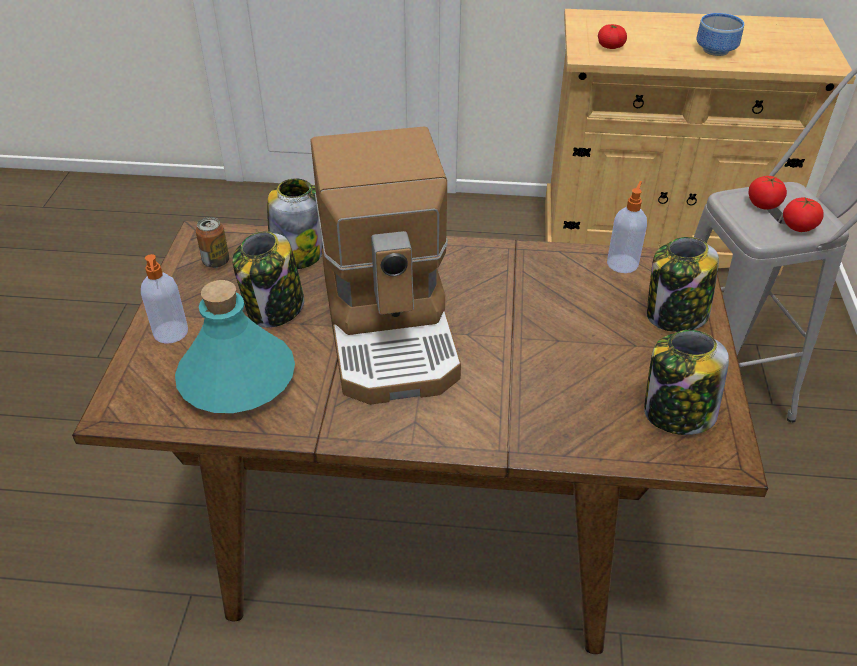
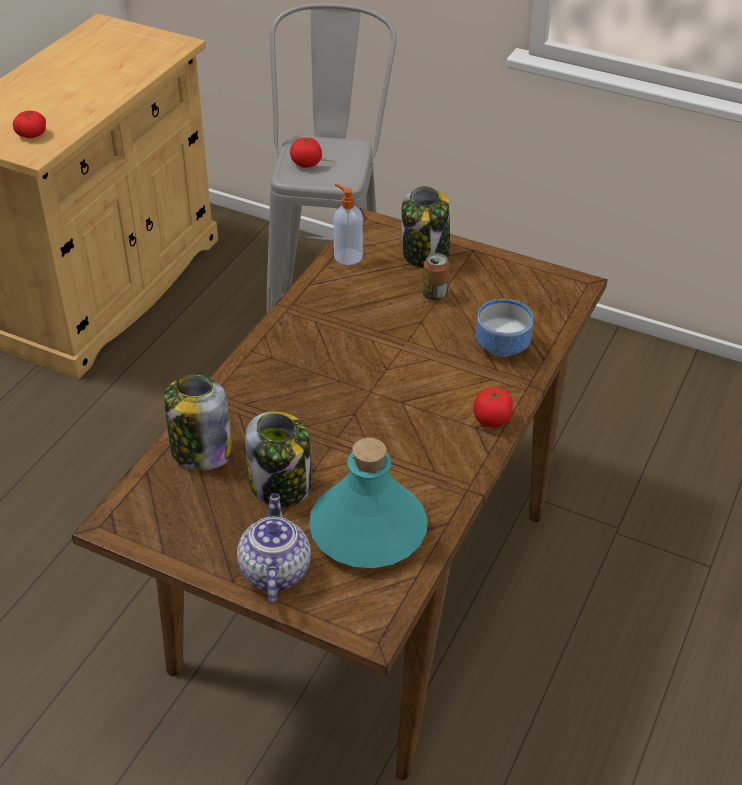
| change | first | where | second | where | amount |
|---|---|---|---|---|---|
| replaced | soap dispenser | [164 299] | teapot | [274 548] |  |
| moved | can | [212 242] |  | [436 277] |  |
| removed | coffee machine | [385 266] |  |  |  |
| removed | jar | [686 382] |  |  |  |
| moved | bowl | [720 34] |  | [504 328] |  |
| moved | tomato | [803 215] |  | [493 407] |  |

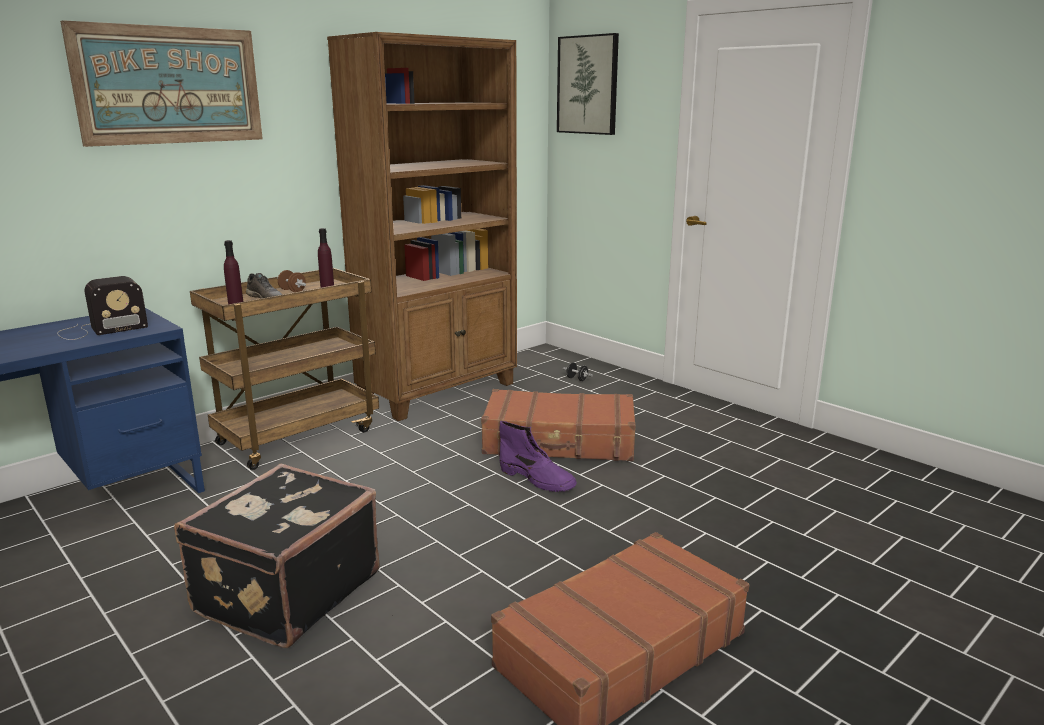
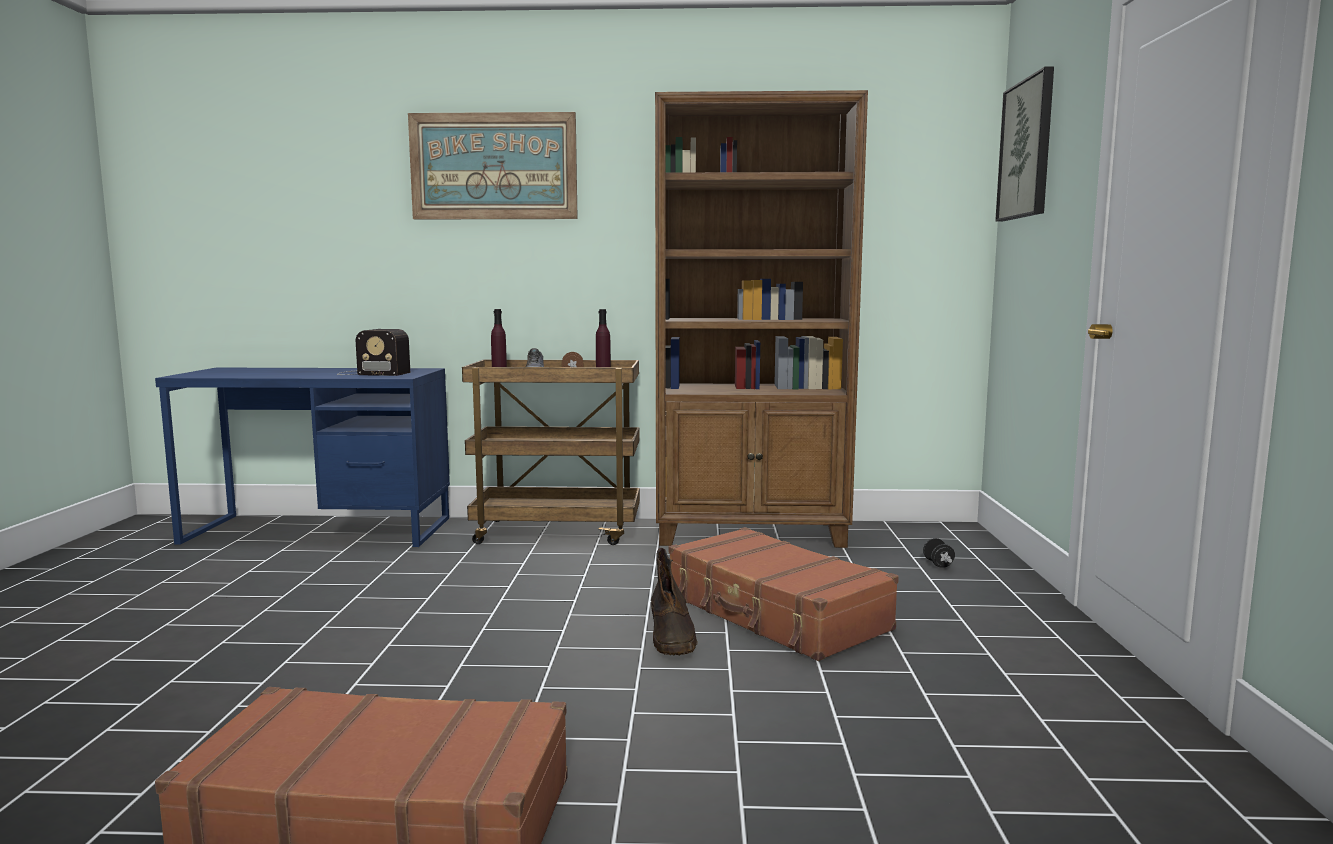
| change | first | where | second | where | amount |
|---|---|---|---|---|---|
| removed | black suitcase | [277 556] |  |  |  |
| recoloured | purple boot | [538 456] | brown boot | [674 601] |  |

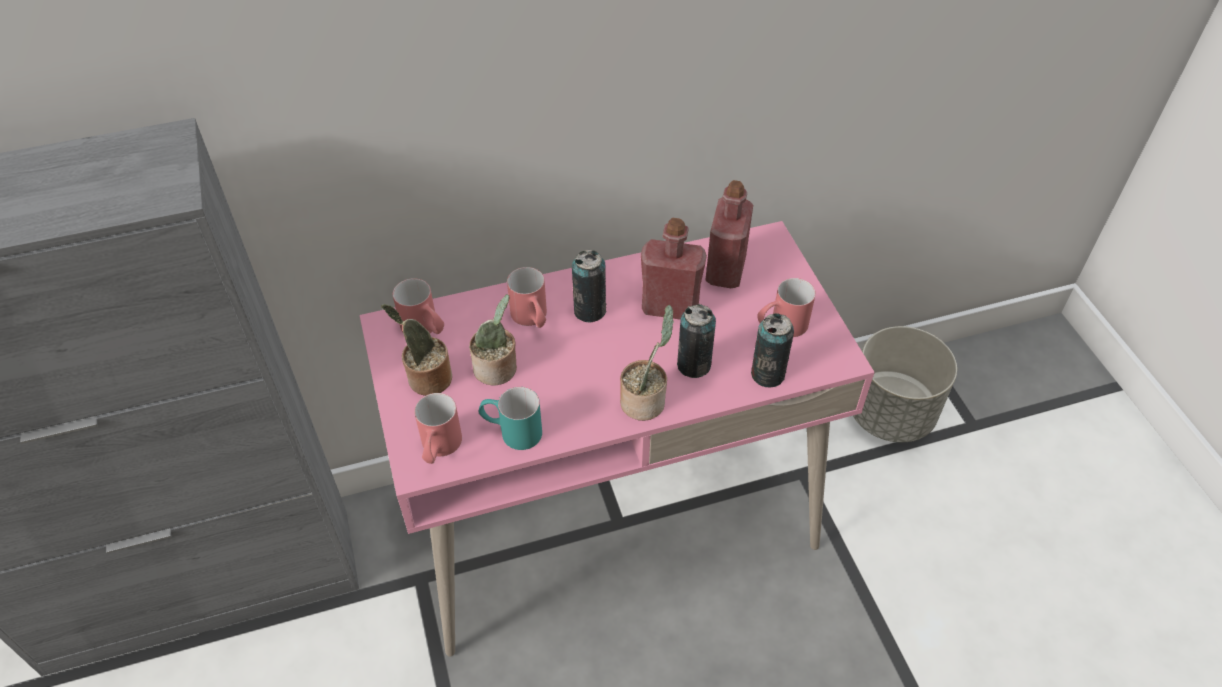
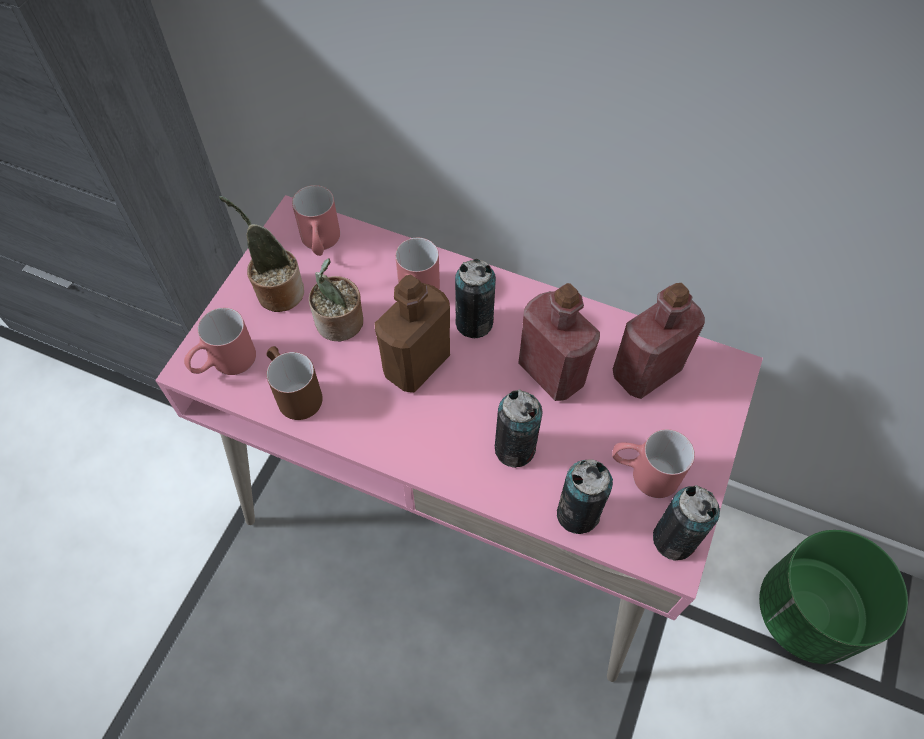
| change | first | where | second | where | amount |
|---|---|---|---|---|---|
| recoloured | turquoise mug | [510 418] | brown mug | [294 383] |  |
| removed | potted plant | [647 363] |  |  |  |
| recoloured | grey planter | [905 384] | green planter | [833 597] |  |
| added |  |  | brown bottle | [412 333] |  |
| added |  |  | can | [686 523] |  |

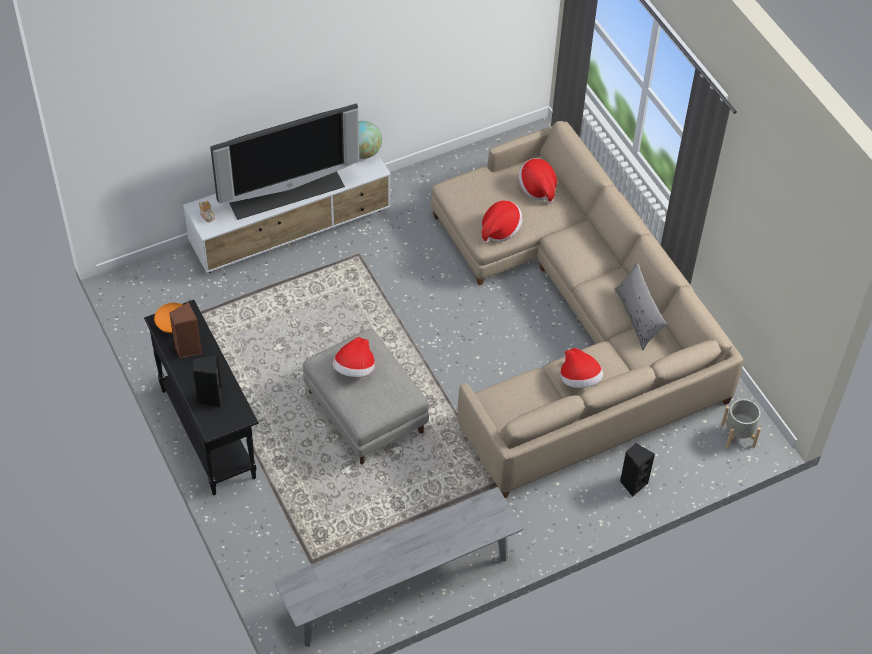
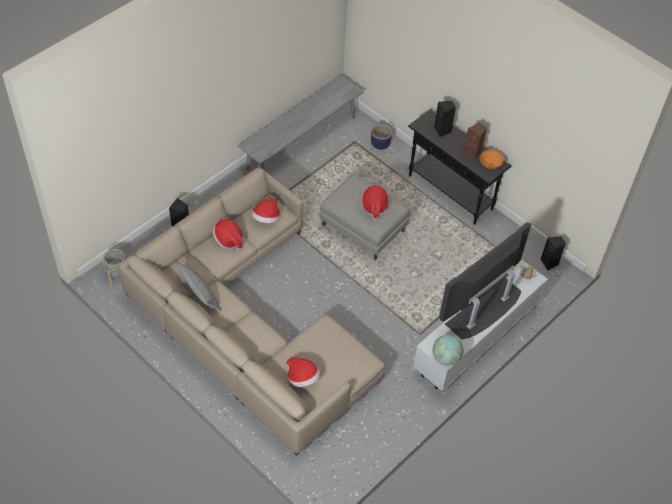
| change | first | where | second | where | amount |
|---|---|---|---|---|---|
| moved | hat | [502 222] |  | [265 210] |  |
| added |  |  | planter | [381 137] |  |
| added |  |  | black speaker | [553 253] |  |

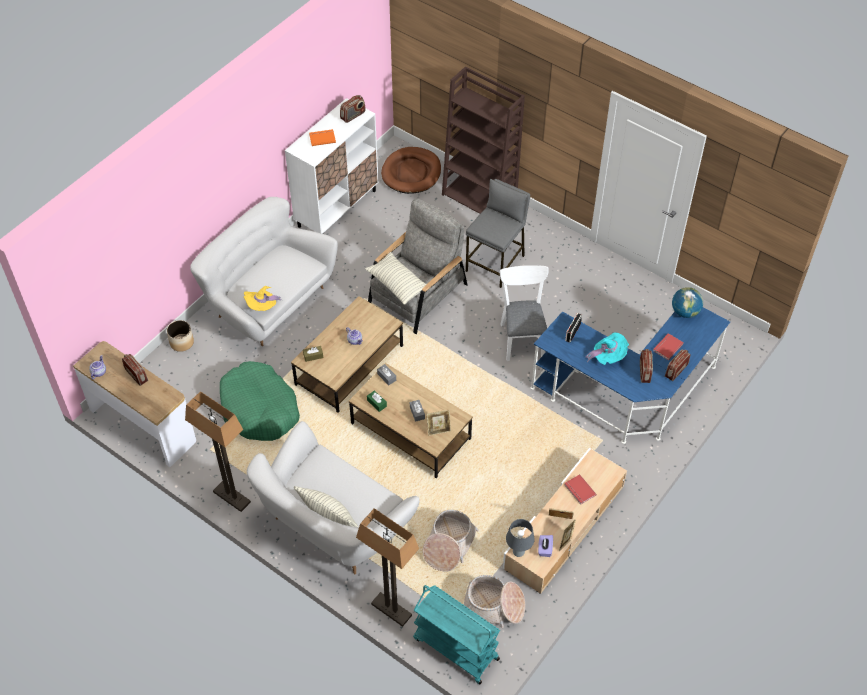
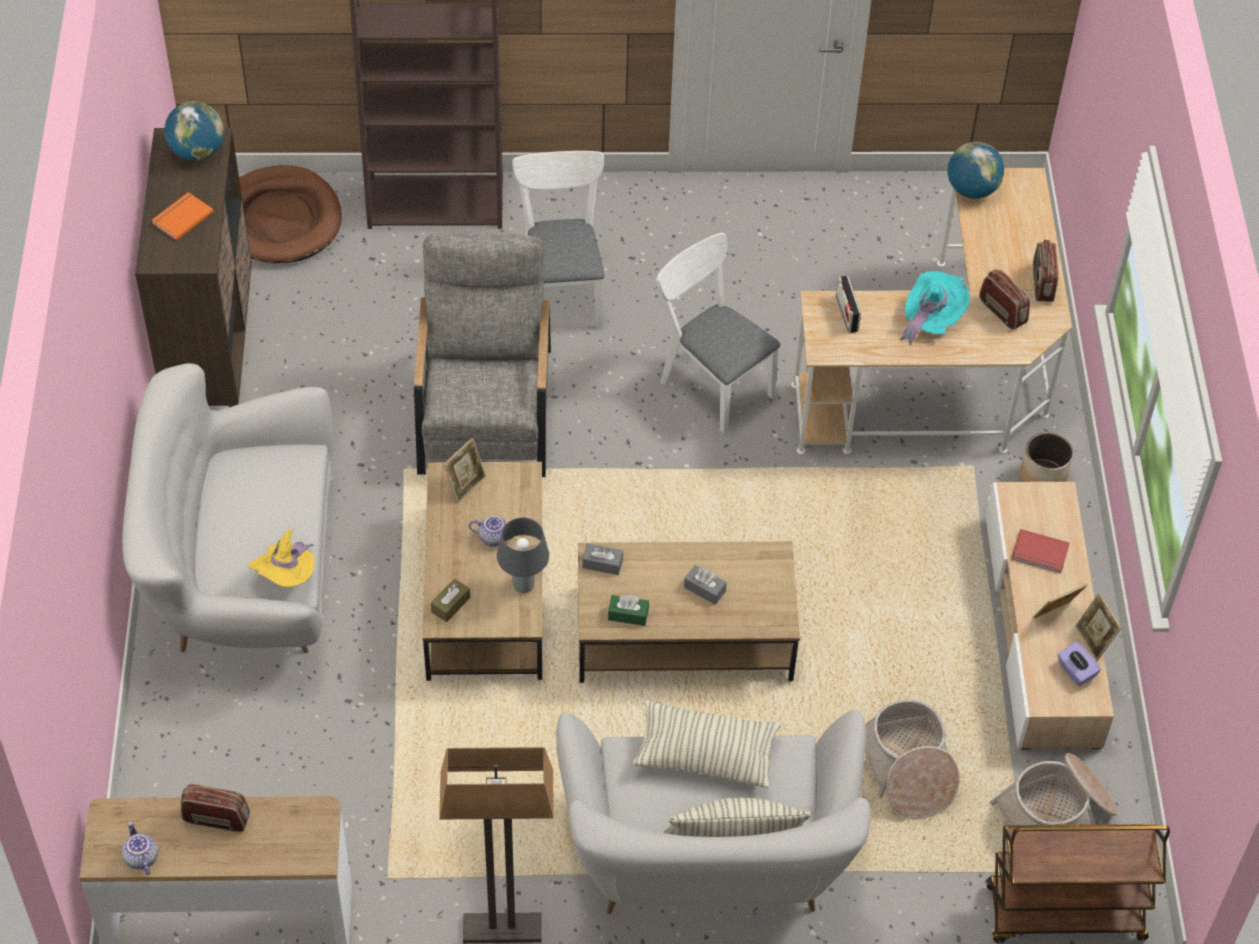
| change | first | where | second | where | amount |
|---|---|---|---|---|---|
| moved | planter | [180 336] |  | [1046 457] |  |
| removed | green dog bed | [260 401] |  |  |  |
| recoloured | white cabinet | [332 166] | brown cabinet | [193 267] |  |
| replaced | radio | [353 109] | globe | [194 131] |  |
| removed | floor lamp | [387 567] |  |  |  |
| moved | pillow | [396 278] |  | [707 744] |  |
| recoloured | turquoise cart | [456 634] | brown cart | [1078 883] |  |
| moved | picture frame | [439 423] |  | [464 470] |  |
| replaced | grey stool | [498 233] | white chair | [558 240] |  |
| moved | grey table lamp | [520 538] |  | [523 555] |  |
| recoloured | blue desk | [630 375] | beige desk | [931 311] |  |
| removed | red book | [668 346] |  |  |  |

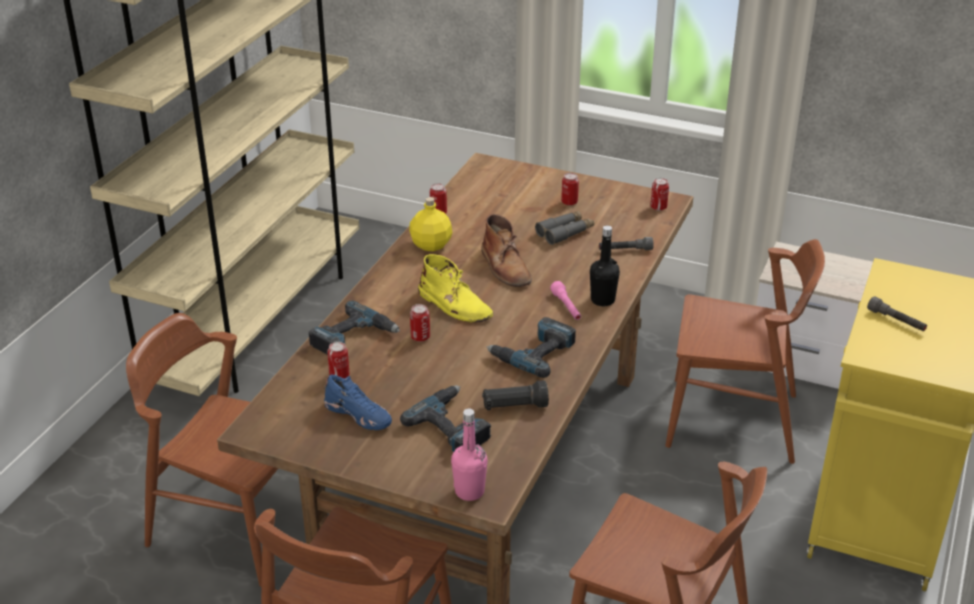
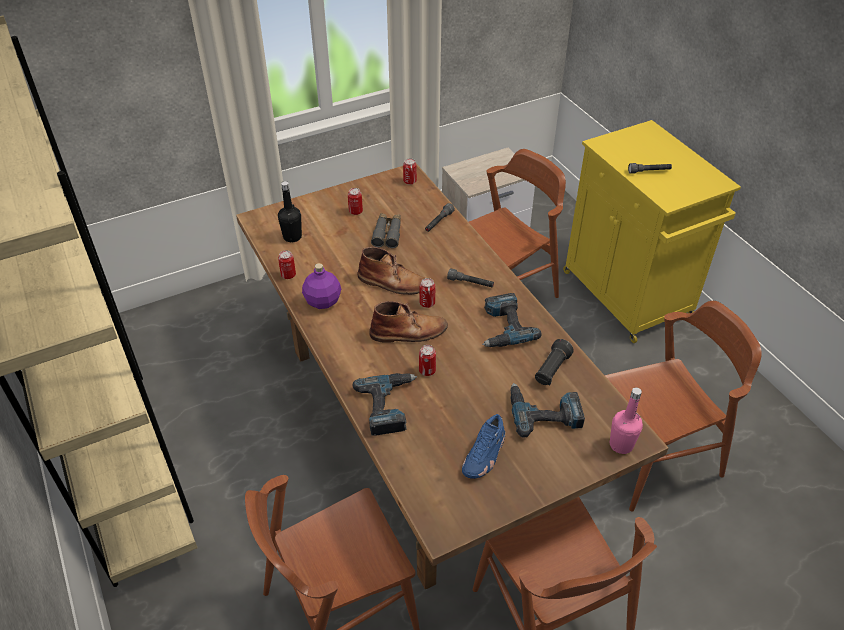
| change | first | where | second | where | amount |
|---|---|---|---|---|---|
| turned | blue shoe | [358 402] |  | [483 446] | 135 degrees clockwise |
| moved | can | [338 360] |  | [427 293] |  |
| recoloured | yellow bottle | [430 224] | purple bottle | [321 286] |  |
| recoloured | yellow boot | [455 288] | brown boot | [408 321] |  |
| recoloured | pink flashlight | [565 300] | grey flashlight | [470 277] |  |
| moved | black bottle | [605 265] |  | [290 211] |  |

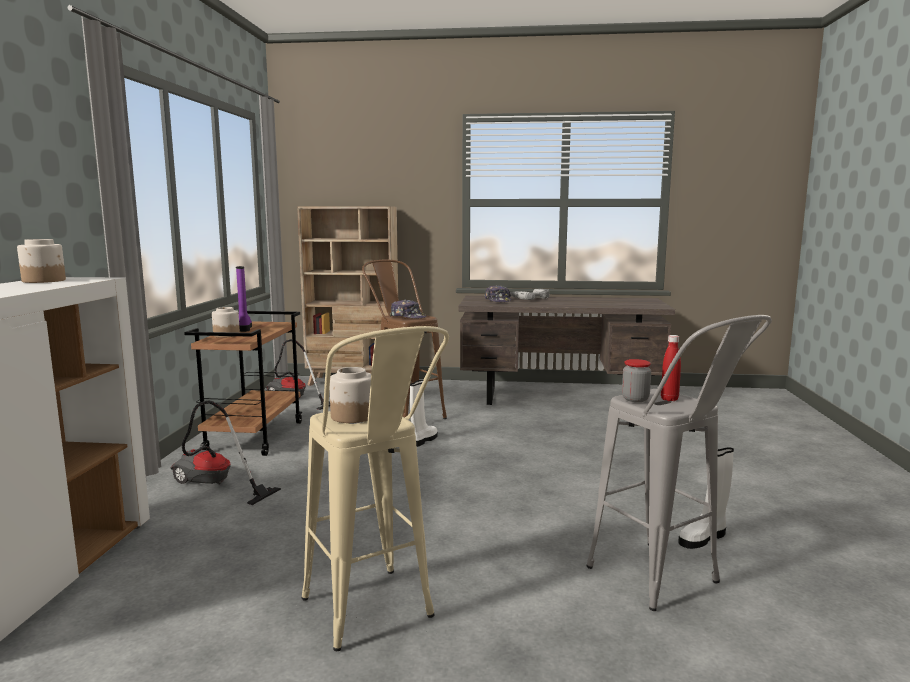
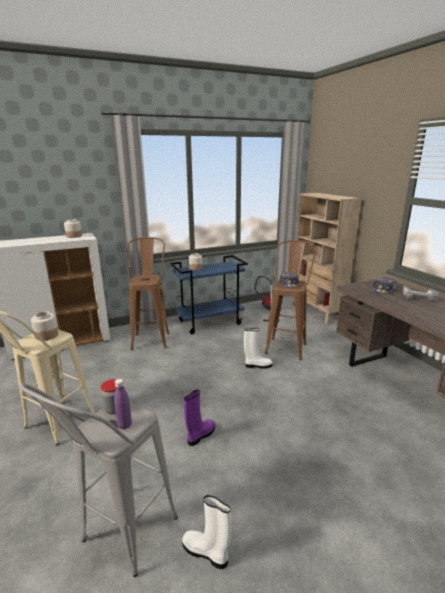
| change | first | where | second | where | amount |
|---|---|---|---|---|---|
| replaced | vacuum cleaner | [226 453] | brown stool | [148 293] |  |
| recoloured | brown cart | [243 383] | blue cart | [209 294] |  |
| moved | purple boot | [244 299] |  | [199 418] |  |
| recoloured | red bottle | [671 368] | purple bottle | [123 404] |  |

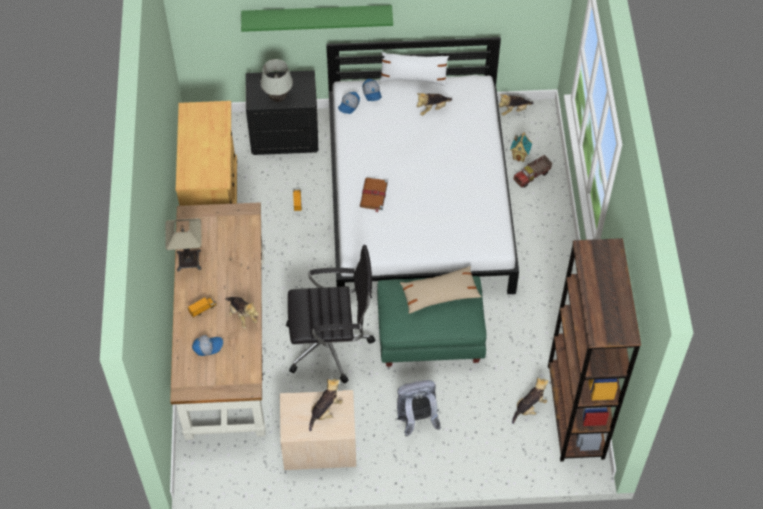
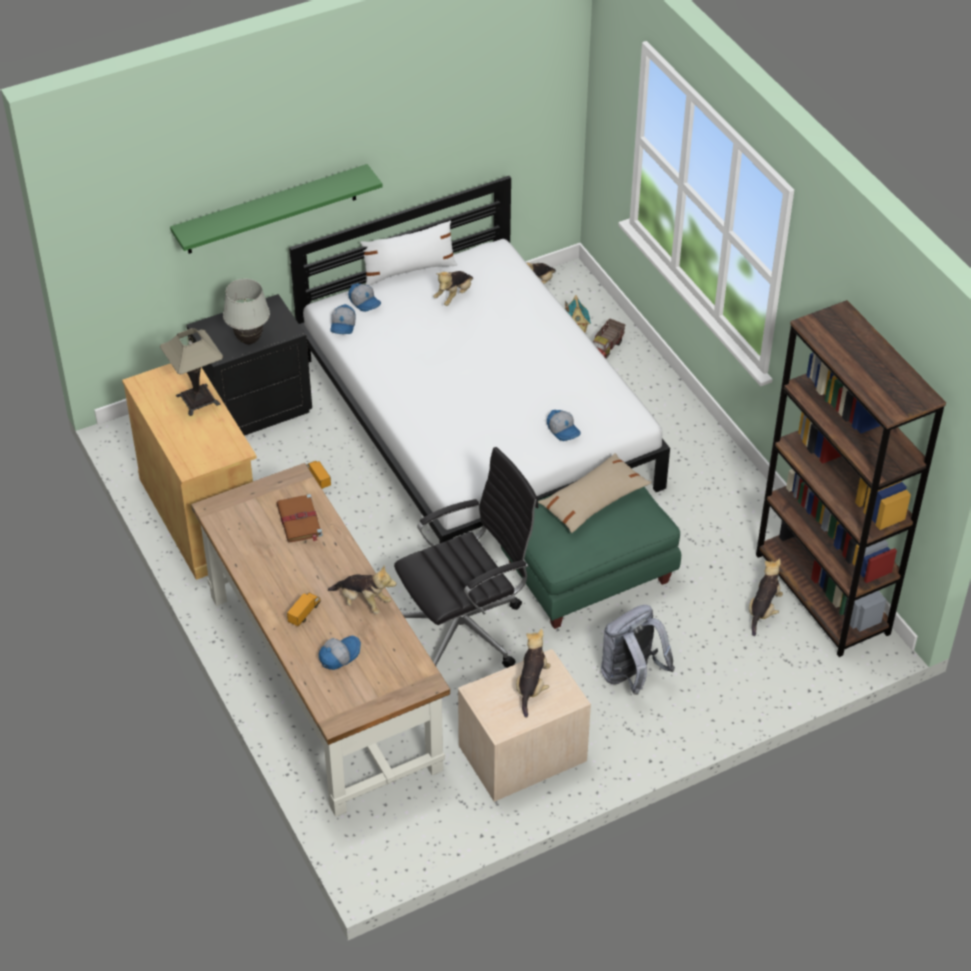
| change | first | where | second | where | amount |
|---|---|---|---|---|---|
| moved | table lamp | [183 245] |  | [191 372] |  |
| moved | brown book | [374 195] |  | [300 518] |  |
| added |  |  | cap | [563 425] |  |

